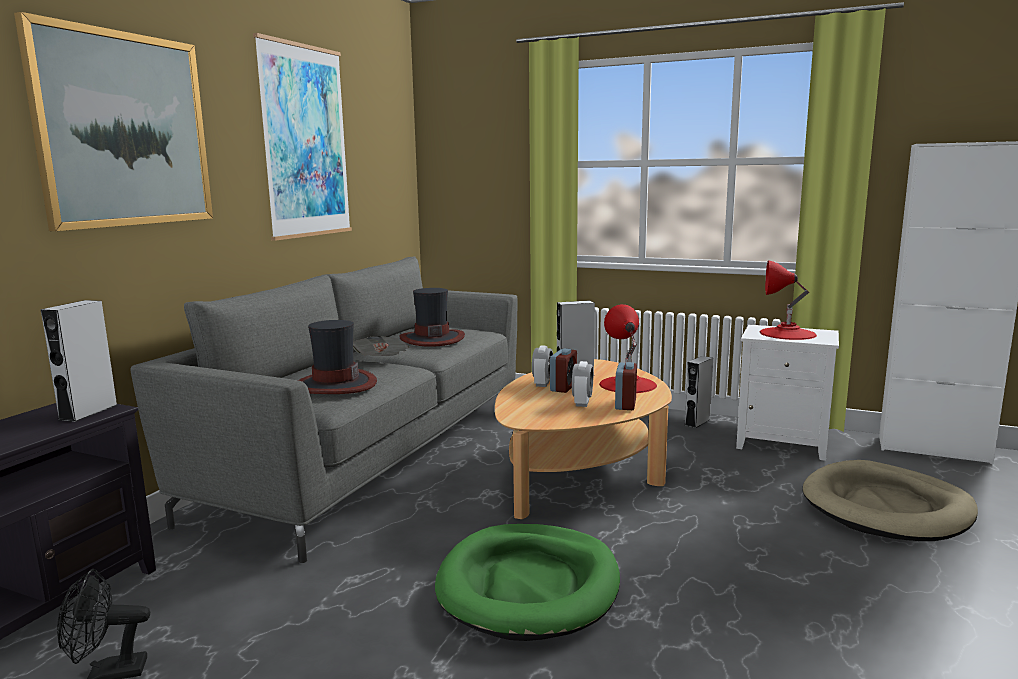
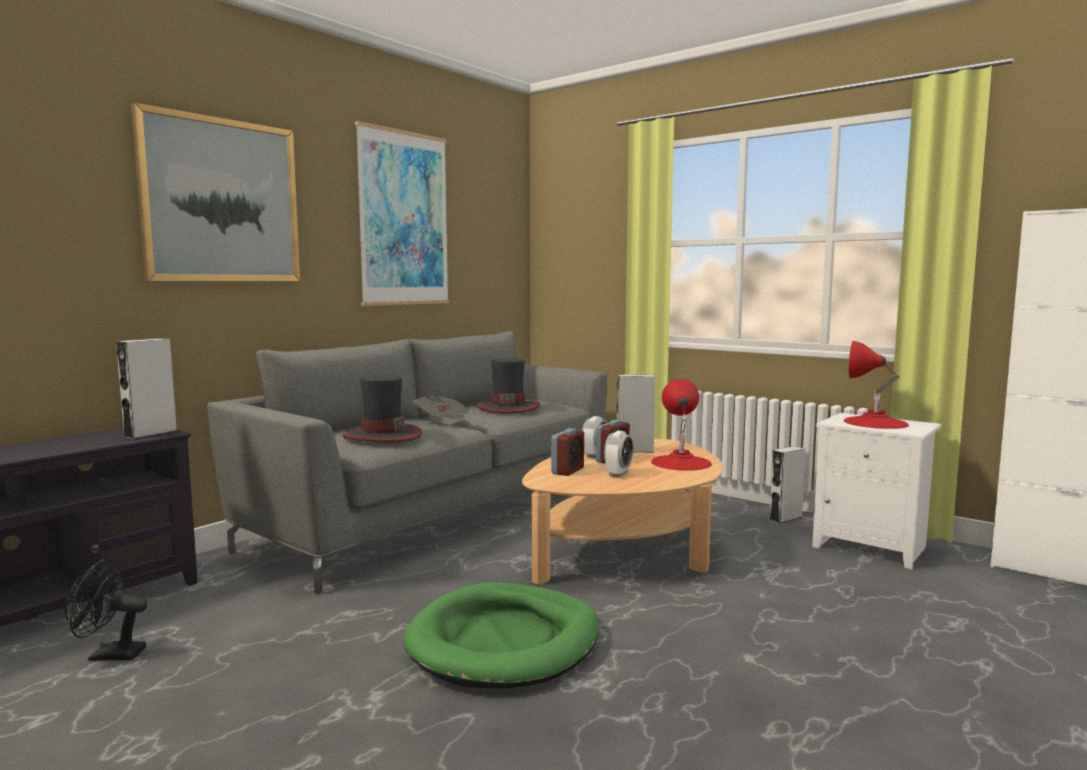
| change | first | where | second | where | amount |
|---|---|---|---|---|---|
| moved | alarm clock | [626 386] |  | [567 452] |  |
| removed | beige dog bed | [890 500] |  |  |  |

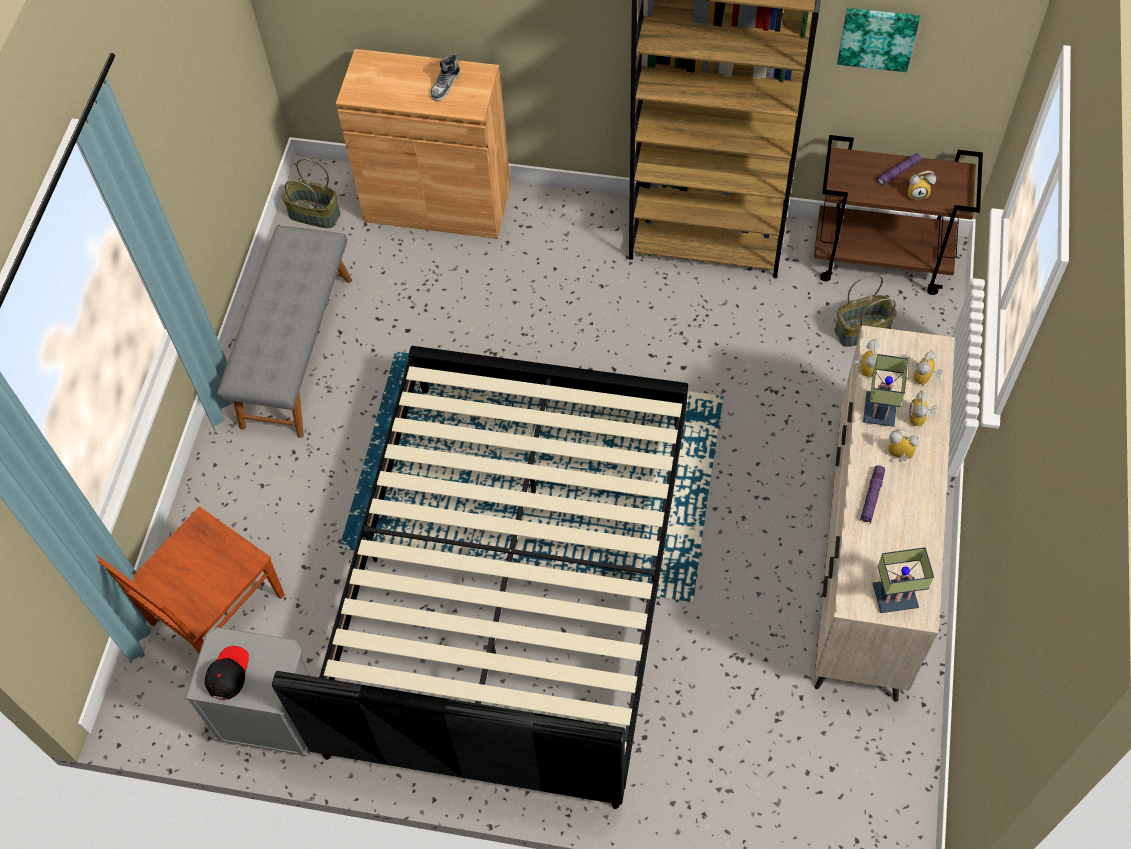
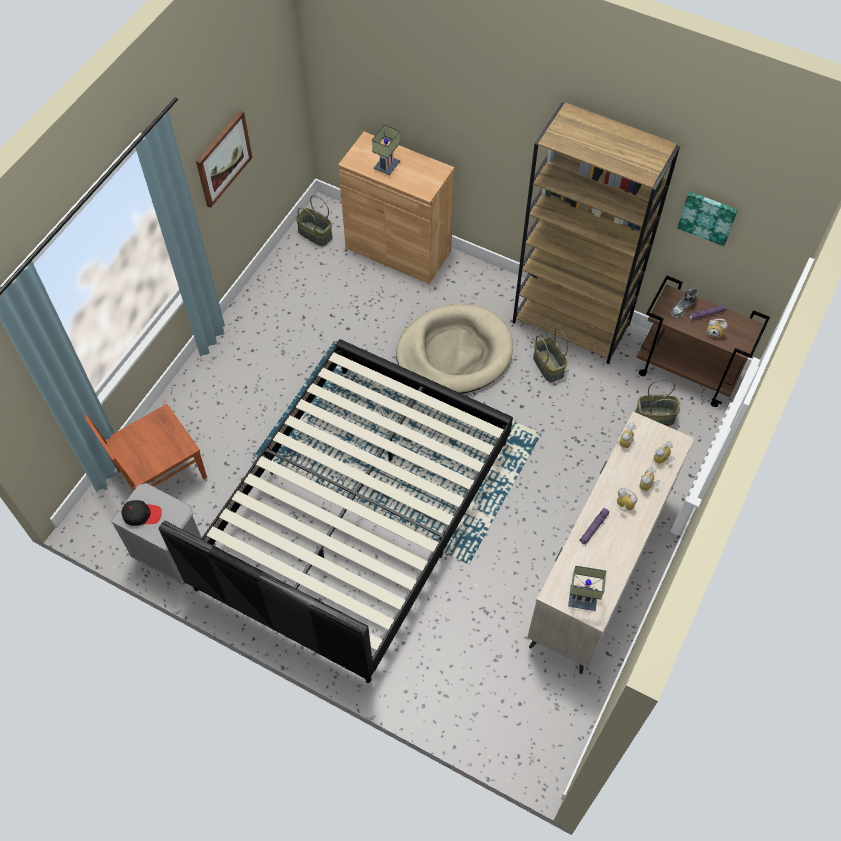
| change | first | where | second | where | amount |
|---|---|---|---|---|---|
| turned | black cap | [227 673] |  | [141 513] | 60 degrees clockwise |
| removed | grey bench | [284 331] |  |  |  |
| moved | shoe | [445 77] |  | [685 303] |  |
| moved | table lamp | [885 390] |  | [386 149] |  |
| added |  |  | picture | [224 159] |  |
| added |  |  | beige dog bed | [454 349] |  |
| added |  |  | basket | [550 355] |  |

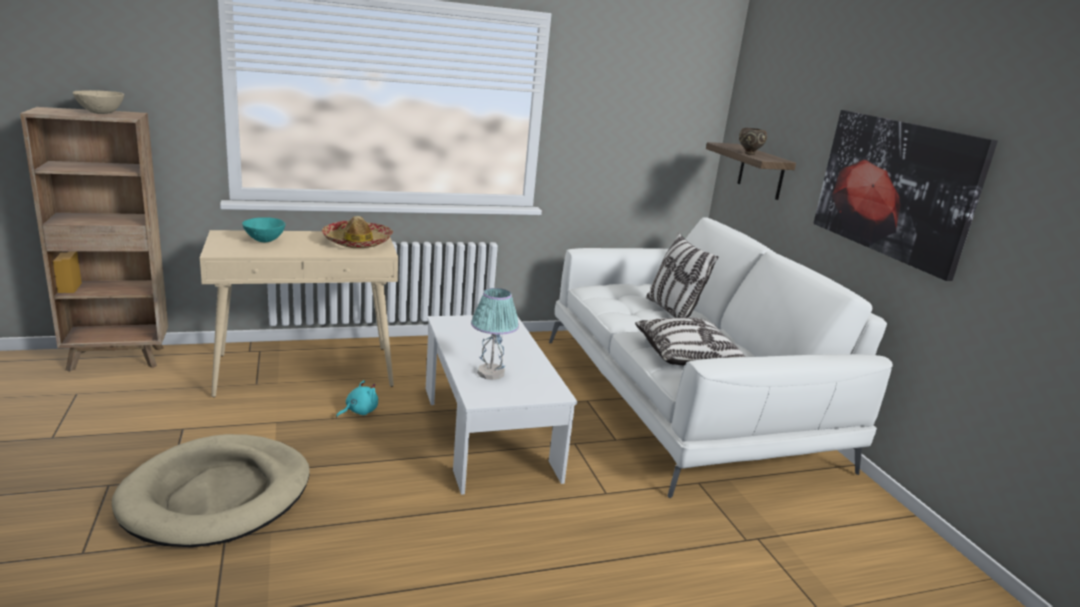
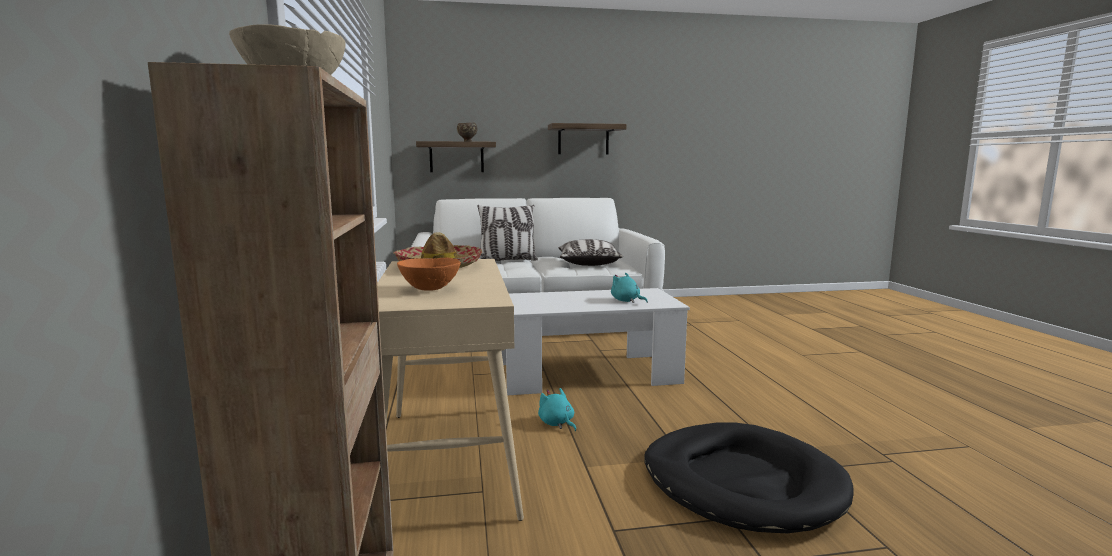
| change | first | where | second | where | amount |
|---|---|---|---|---|---|
| recoloured | beige dog bed | [211 490] | black dog bed | [749 477] |  |
| recoloured | turquoise bowl | [263 229] | orange bowl | [429 274] |  |
| replaced | table lamp | [495 334] | turquoise plush toy | [629 288] |  |
| replaced | picture | [905 195] | shelf | [587 138] |  |

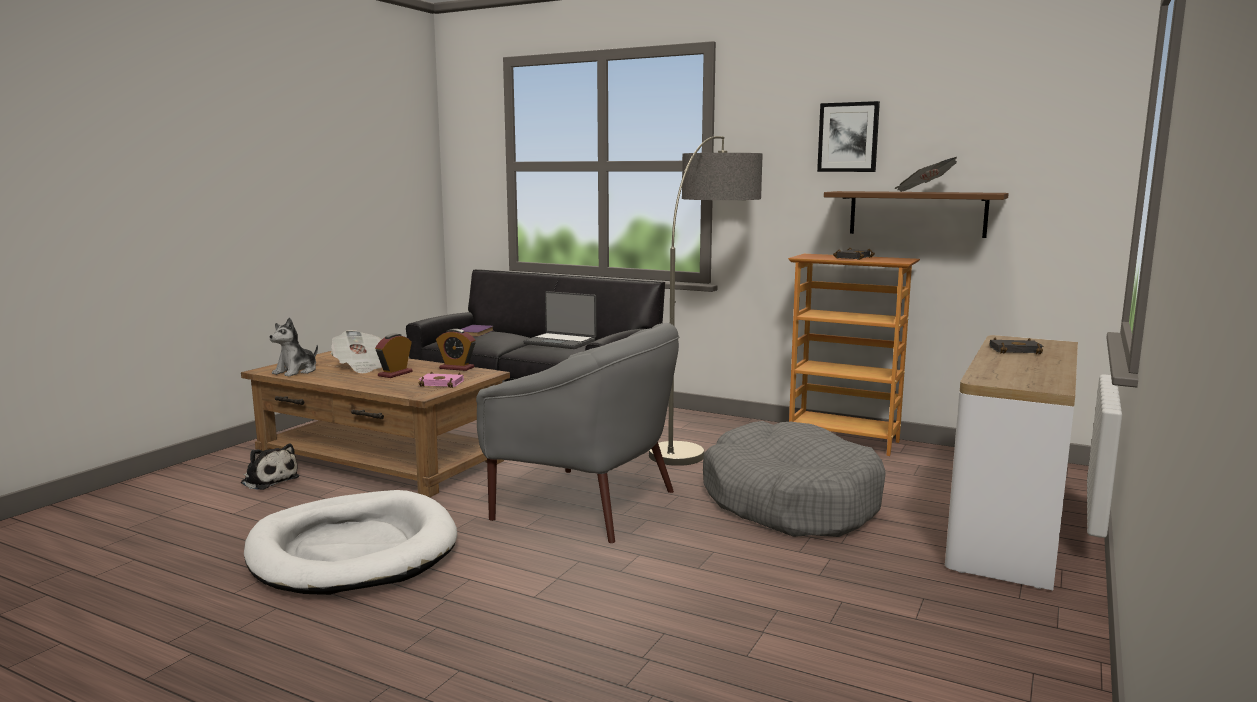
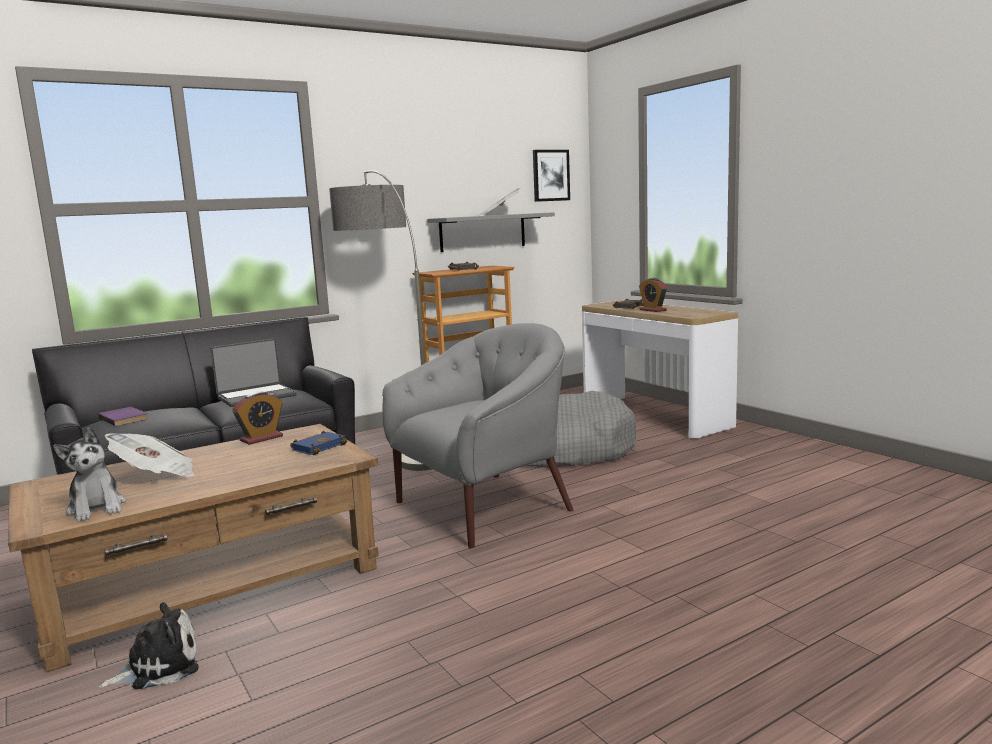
| change | first | where | second | where | amount |
|---|---|---|---|---|---|
| removed | white dog bed | [350 542] |  |  |  |
| moved | alarm clock | [394 355] |  | [653 295] |  |
| recoloured | pink book | [441 379] | blue book | [318 442] |  |
| moved | picture | [848 136] |  | [551 176] |  |
| recoloured | brown shelf | [916 214] | grey shelf | [491 232] |  |

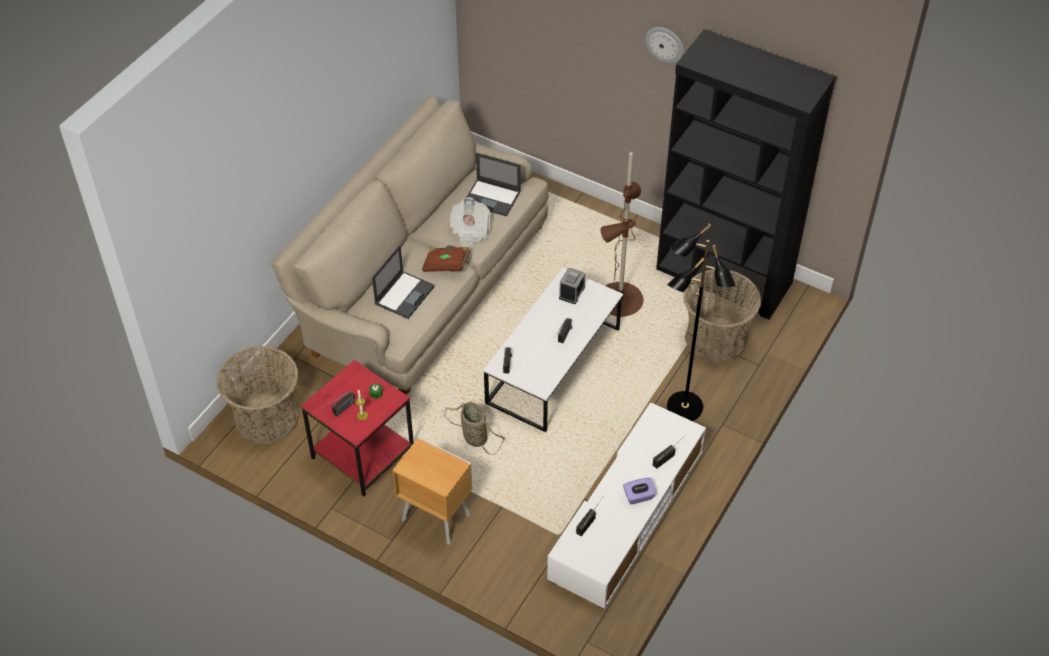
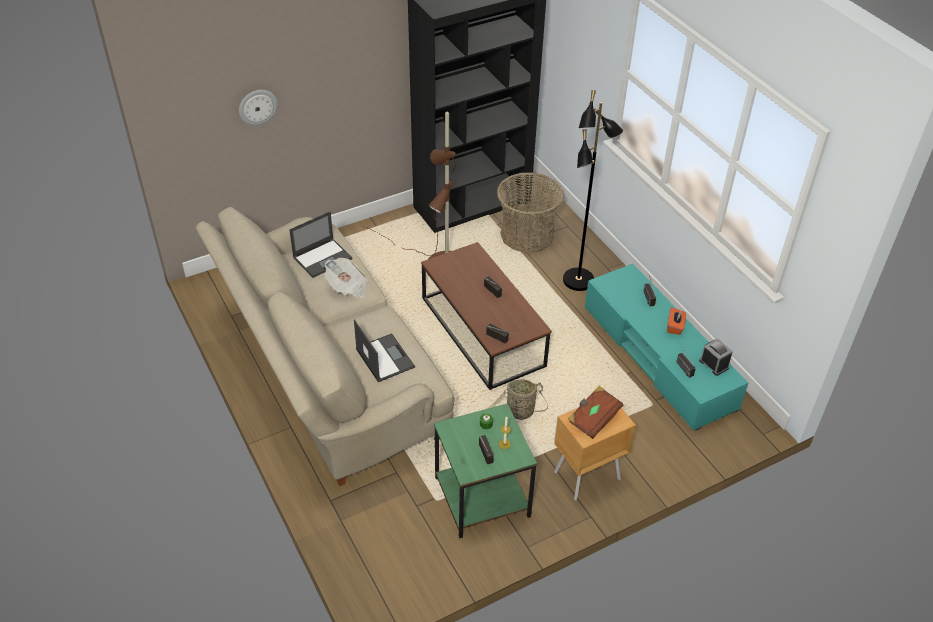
| change | first | where | second | where | amount |
|---|---|---|---|---|---|
| removed | basket | [258 395] |  |  |  |
| recoloured | red side table | [357 428] | green side table | [485 470] |  |
| moved | brown book | [446 258] |  | [595 412] |  |
| recoloured | white coffee table | [553 350] | brown coffee table | [486 316] |  |
| recoloured | white tv stand | [626 505] | turquoise tv stand | [666 347] |  |
| moved | alarm clock | [572 286] |  | [716 357] |  |
| recoloured | purple tissue box | [639 491] | orange tissue box | [676 321] |  |
| moved | wall clock | [664 45] |  | [258 107] |  |

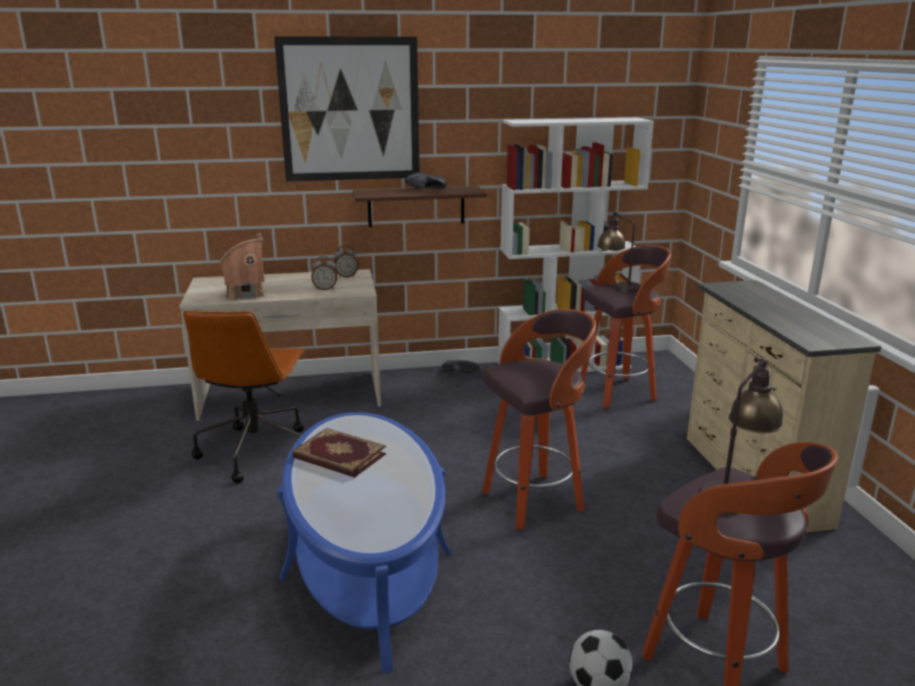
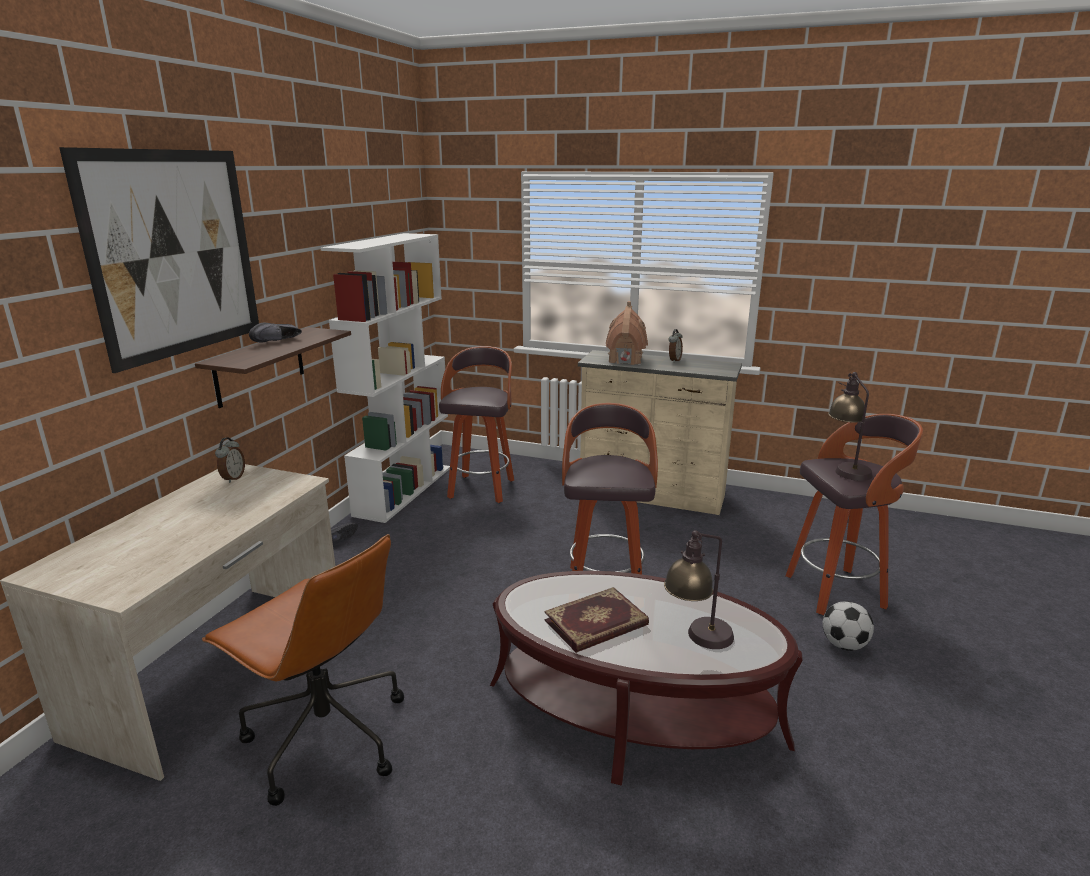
| change | first | where | second | where | amount |
|---|---|---|---|---|---|
| moved | toy house | [242 267] |  | [627 333] |  |
| recoloured | blue coffee table | [364 542] | brown coffee table | [646 678] |  |
| moved | alarm clock | [324 273] |  | [676 346] |  |
| moved | table lamp | [619 252] |  | [699 589] |  |

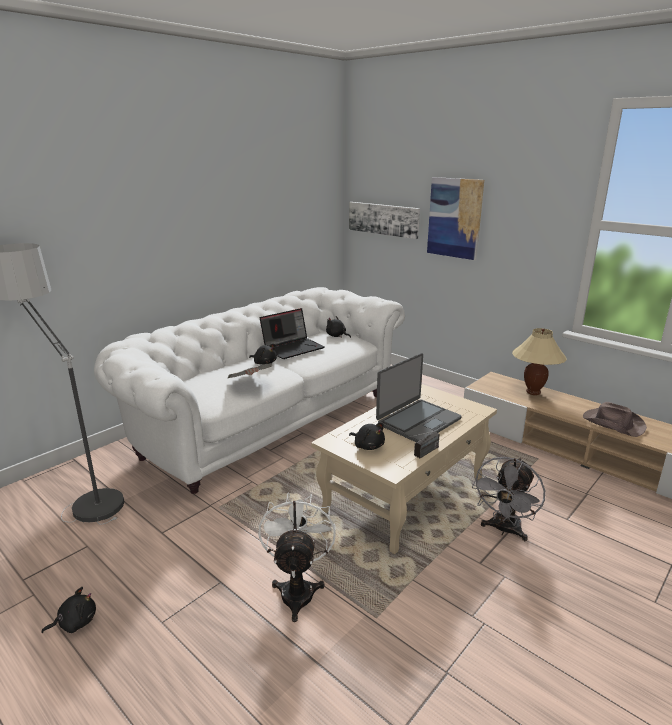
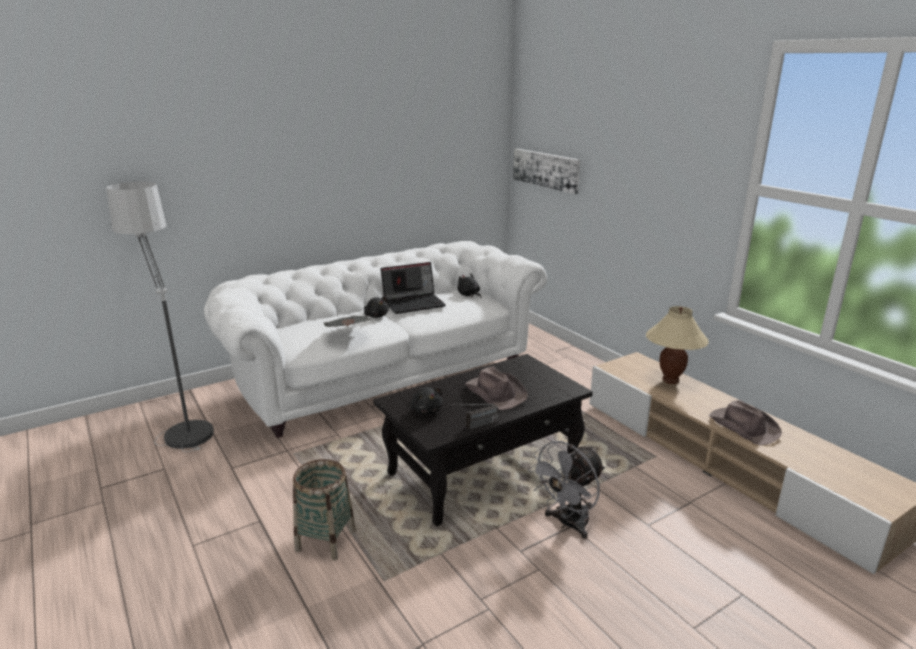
| change | first | where | second | where | amount |
|---|---|---|---|---|---|
| removed | black plush toy | [68 610] |  |  |  |
| replaced | white fan | [297 557] | basket | [324 510] |  |
| recoloured | beige coffee table | [404 469] | black coffee table | [483 440] |  |
| replaced | laptop | [419 397] | brown hat | [496 388] |  |
| removed | picture | [455 218] |  |  |  |

